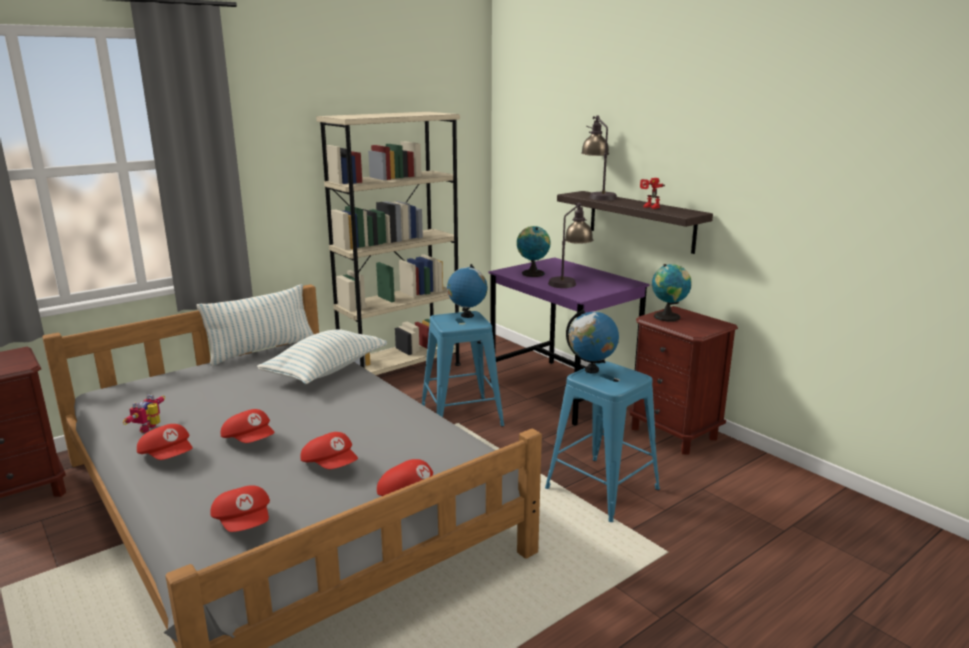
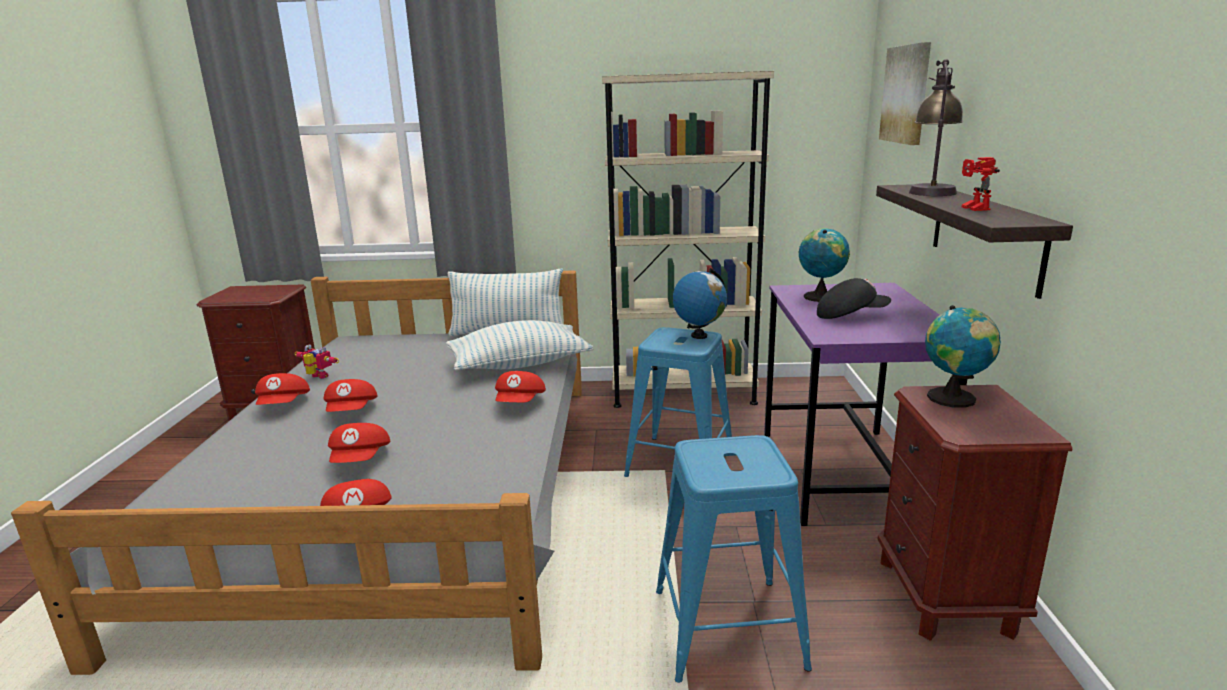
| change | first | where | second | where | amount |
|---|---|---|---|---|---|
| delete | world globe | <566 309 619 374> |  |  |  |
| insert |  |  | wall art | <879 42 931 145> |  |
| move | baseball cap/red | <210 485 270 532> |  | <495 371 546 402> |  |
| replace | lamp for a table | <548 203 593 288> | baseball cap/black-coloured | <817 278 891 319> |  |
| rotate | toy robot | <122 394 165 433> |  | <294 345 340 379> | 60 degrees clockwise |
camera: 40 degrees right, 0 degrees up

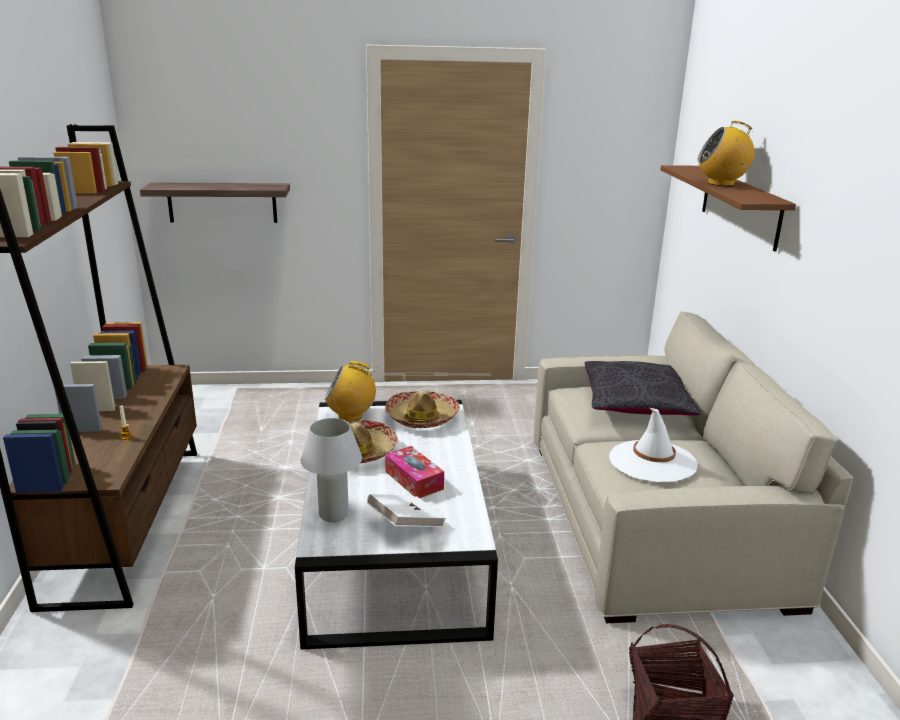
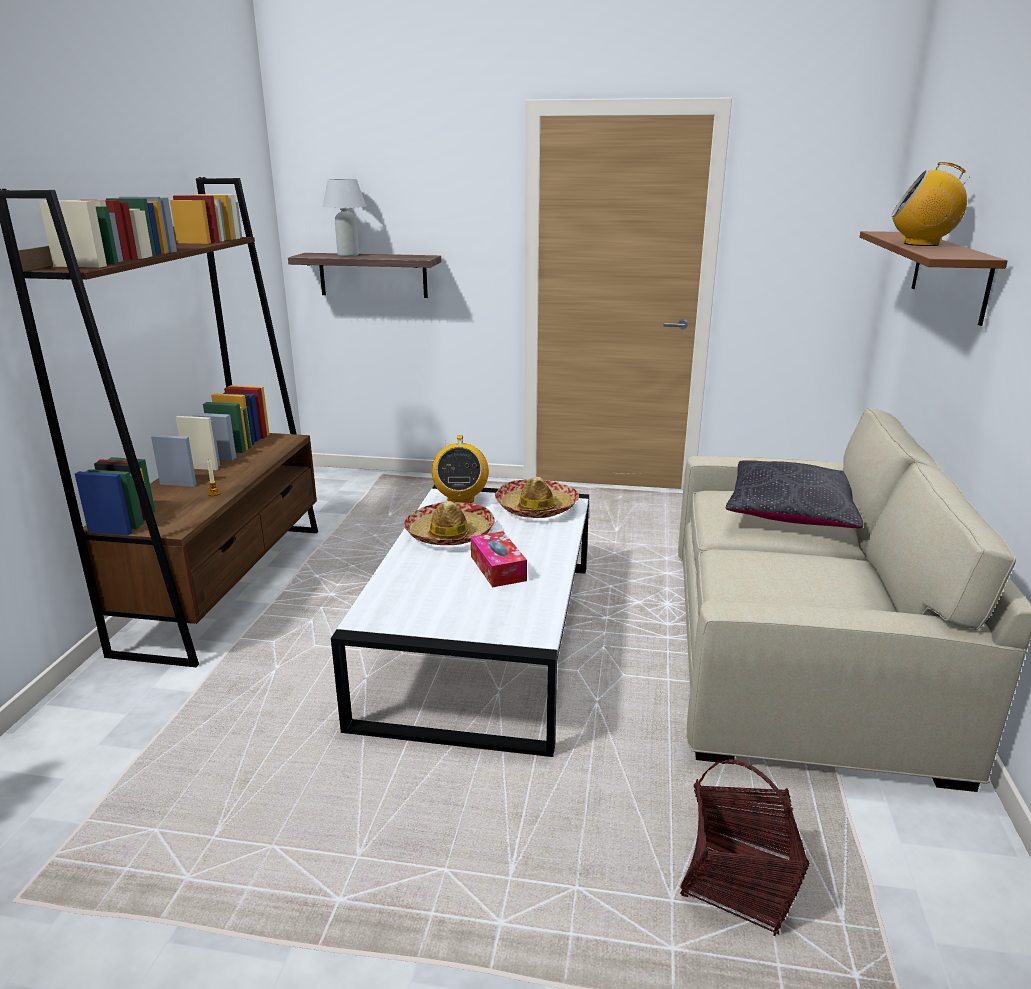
| change | first | where | second | where | amount |
|---|---|---|---|---|---|
| delete | bound book/whitish | <367 494 446 527> |  |  |  |
| delete | clothing hat/whitish | <609 408 698 482> |  |  |  |
| move | lamp for a table/whitish | <301 418 362 522> |  | <323 179 366 257> |  |
| rotate | radio | <324 361 378 421> |  | <431 436 489 503> | 105 degrees counterclockwise |
camera: 15 degrees right, 0 degrees up

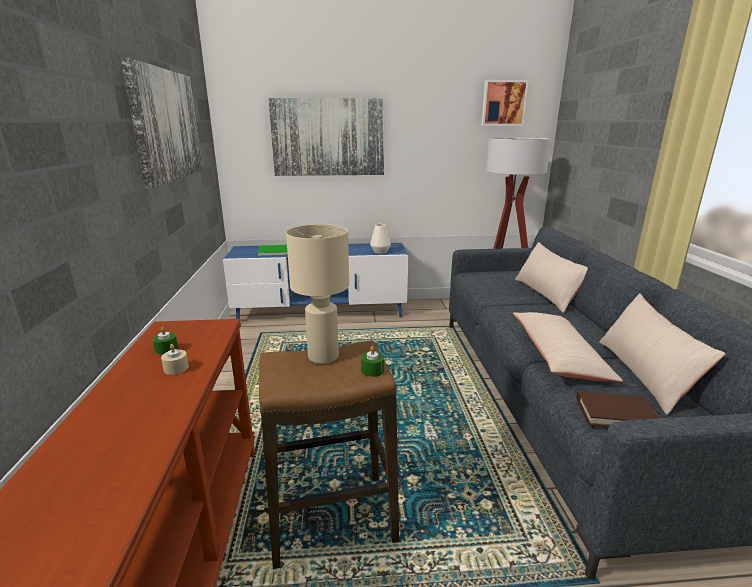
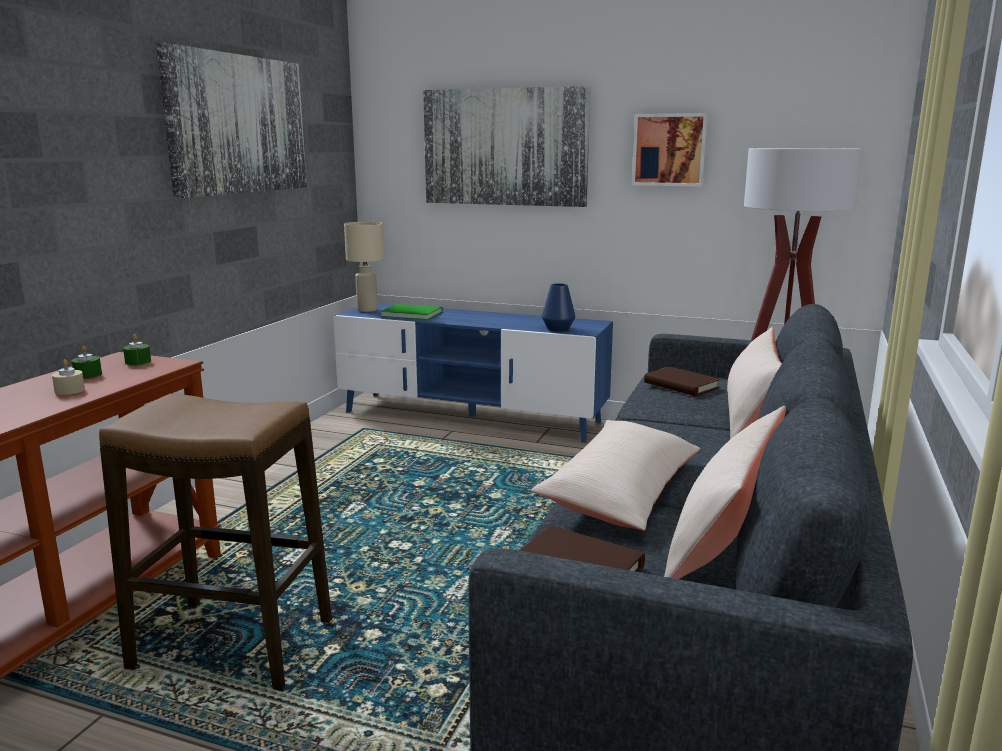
| change | first | where | second | where | amount |
|---|---|---|---|---|---|
| insert |  |  | bound book/brown | <644 366 720 396> |  |
| move | lamp for a table/beige-coloured | <286 224 349 364> |  | <344 222 384 312> |  |
| move | wax candle/green-coloured | <361 346 384 377> |  | <123 334 151 365> |  |
| move | wall art | <481 80 529 126> |  | <632 113 708 187> |  |
| recolor | decorative vase/whitish | <370 224 391 254> | decorative vase/bluish | <542 283 576 331> |  |
camera: 25 degrees right, 5 degrees down

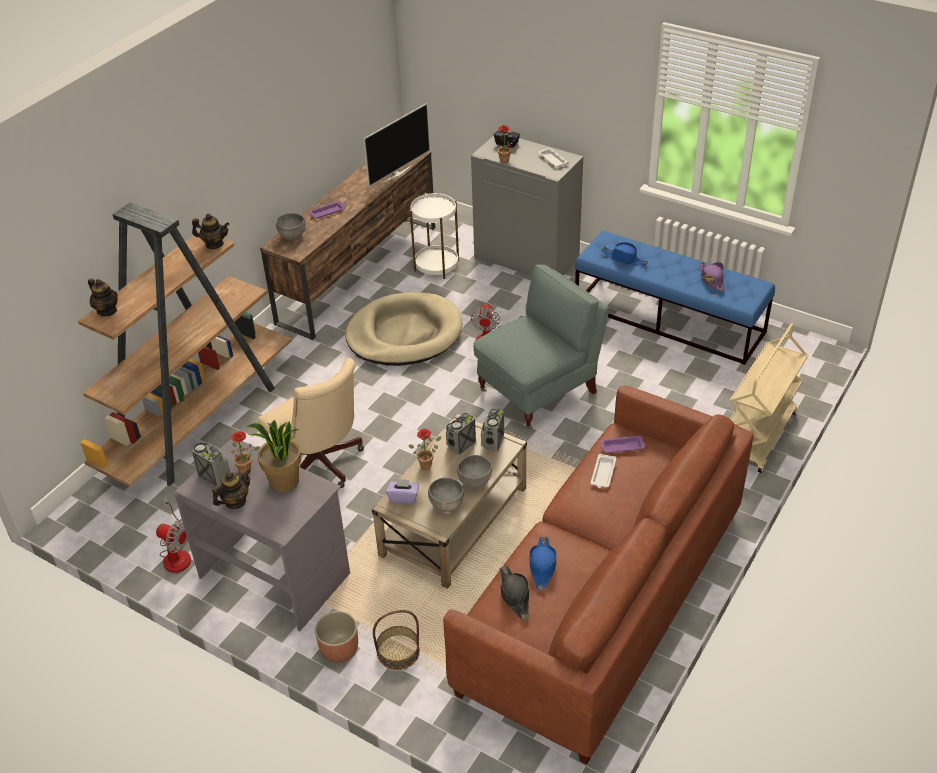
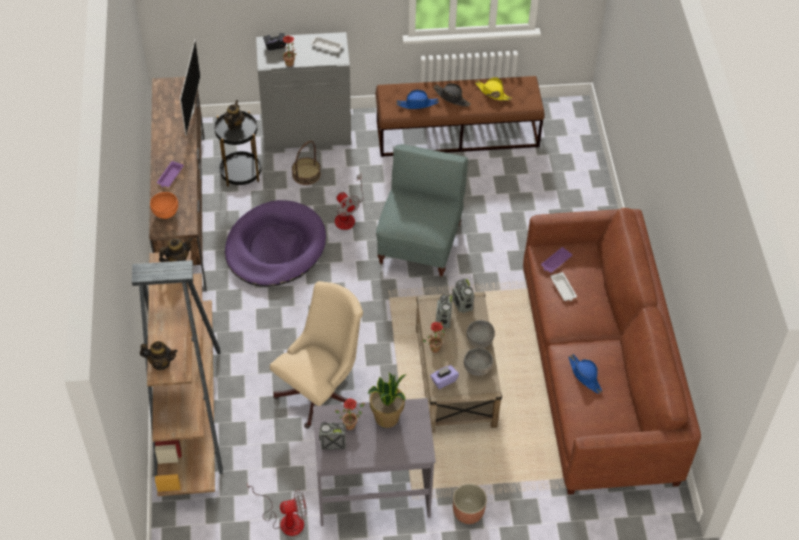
| change | first | where | second | where | amount |
|---|---|---|---|---|---|
| delete | trolley/beige-coloured | <730 323 808 473> |  |  |  |
| move | pot for tea | <212 469 250 509> |  | <223 100 245 130> |  |
| move | household basket | <373 610 420 670> |  | <292 141 321 185> |  |
| move | clothing hat/black-coloured | <500 565 529 620> |  | <433 83 471 107> |  |
| recolor | serving bowl/grey | <276 213 306 240> | serving bowl/orange-coloured | <150 192 178 219> |  |
| recolor | dog bed/beige-coloured | <345 292 462 366> | dog bed/purplish | <225 200 326 287> |  |
| recolor | accent table/whitish | <410 193 459 279> | accent table/black-coloured | <214 111 261 187> |  |
| recolor | bench/bluish | <575 231 775 365> | bench/brown | <375 76 545 157> |  |
| recolor | clothing hat/purplish | <700 262 726 290> | clothing hat/yellow | <475 77 512 101> |  |
| rotate | office chair/beige-coloured | <258 358 364 488> |  | <270 281 363 428> | 60 degrees counterclockwise |
camera: 40 degrees left, 10 degrees up

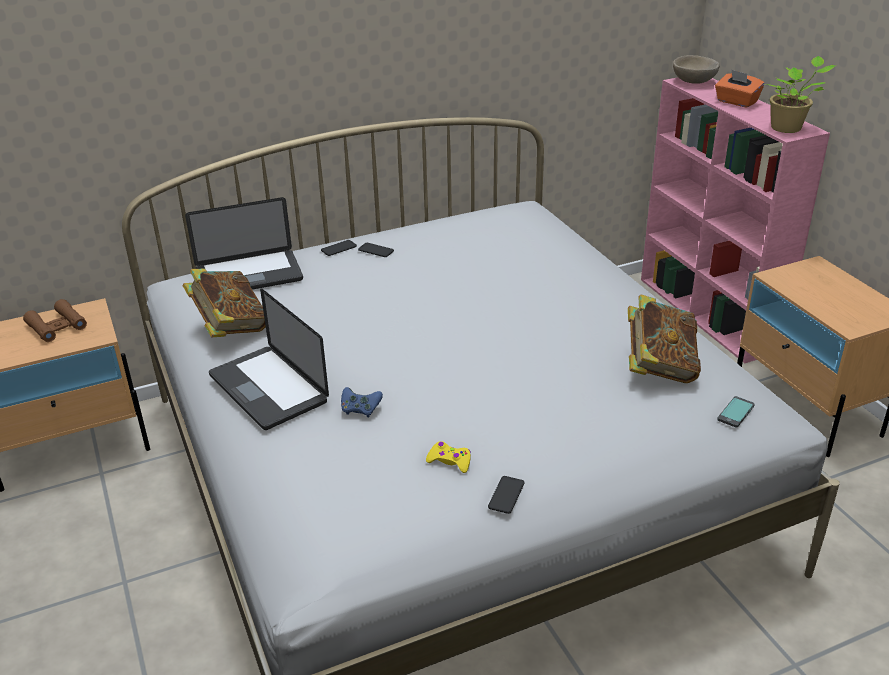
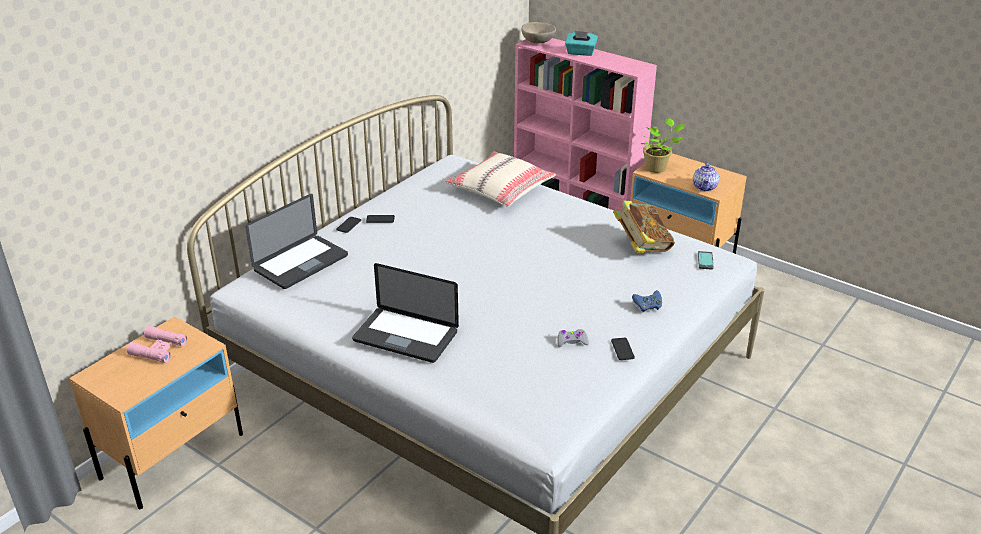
| change | first | where | second | where | amount |
|---|---|---|---|---|---|
| delete | bound book | <183 269 266 338> |  |  |  |
| insert |  |  | cushion/beige-coloured | <445 152 556 207> |  |
| insert |  |  | pot for tea | <693 162 719 191> |  |
| move | gamepad/bluish | <341 387 383 417> |  | <632 290 662 312> |  |
| move | potted plant | <765 56 835 133> |  | <641 118 685 173> |  |
| recolor | field glasses/brown | <23 299 87 342> | field glasses/pink-coloured | <126 326 187 363> |  |
| recolor | gamepad/yellow | <426 441 471 473> | gamepad/grey | <557 329 589 347> |  |
| recolor | tissue holder/orange-coloured | <715 70 765 108> | tissue holder/blue-green | <565 31 598 56> |  |
camera: 30 degrees left, 0 degrees up

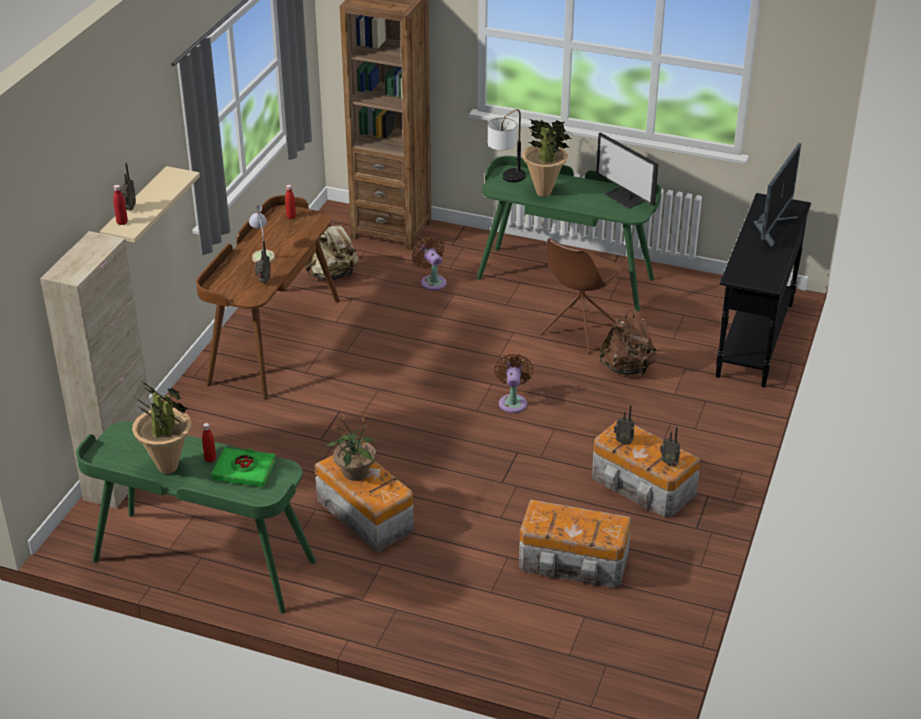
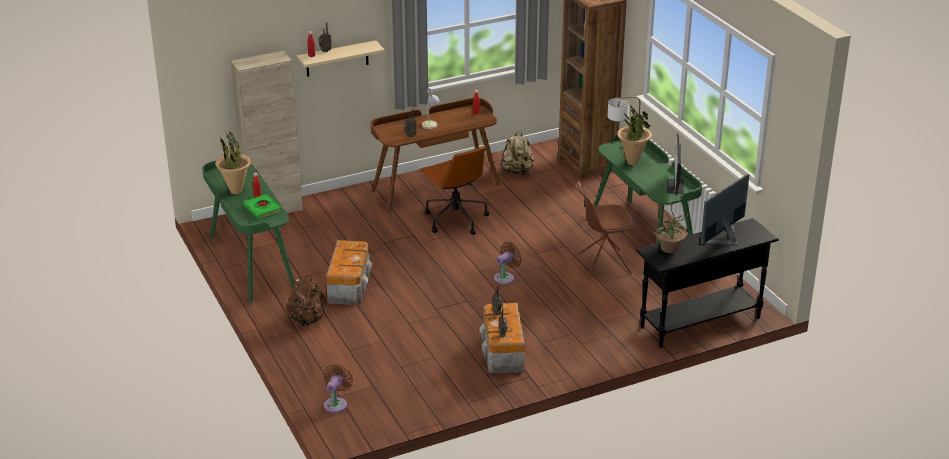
| change | first | where | second | where | amount |
|---|---|---|---|---|---|
| delete | storage bin | <519 499 632 588> |  |  |  |
| insert |  |  | office chair/brown | <419 146 489 235> |  |
| move | potted plant | <326 414 376 481> |  | <653 203 689 253> |  |
| move | cooling fan/brown | <412 236 447 290> |  | <323 364 353 413> |  |
| move | rucksack/brown | <599 310 657 376> |  | <286 275 326 326> |  |
| rotate | computer screen | <753 143 802 248> |  | <701 174 749 245> | 150 degrees clockwise |
camera: 45 degrees right, 5 degrees down

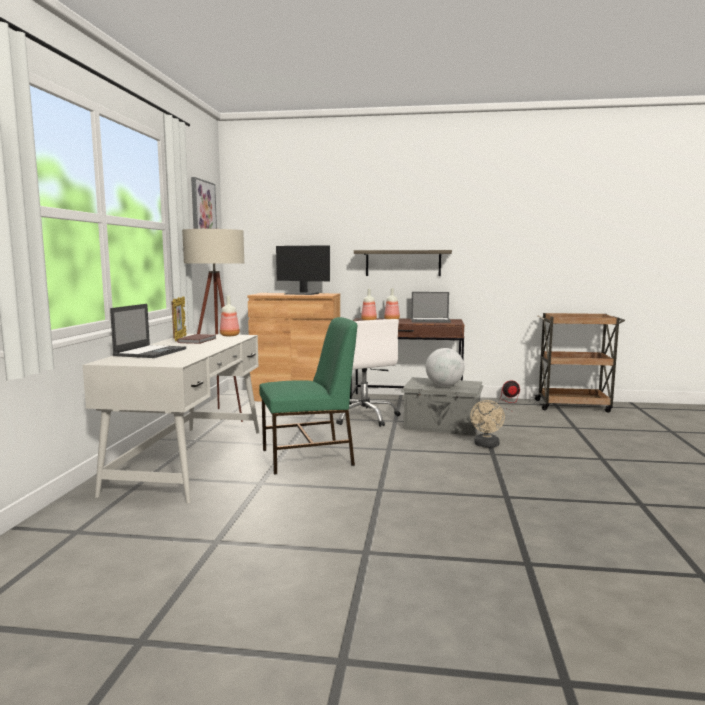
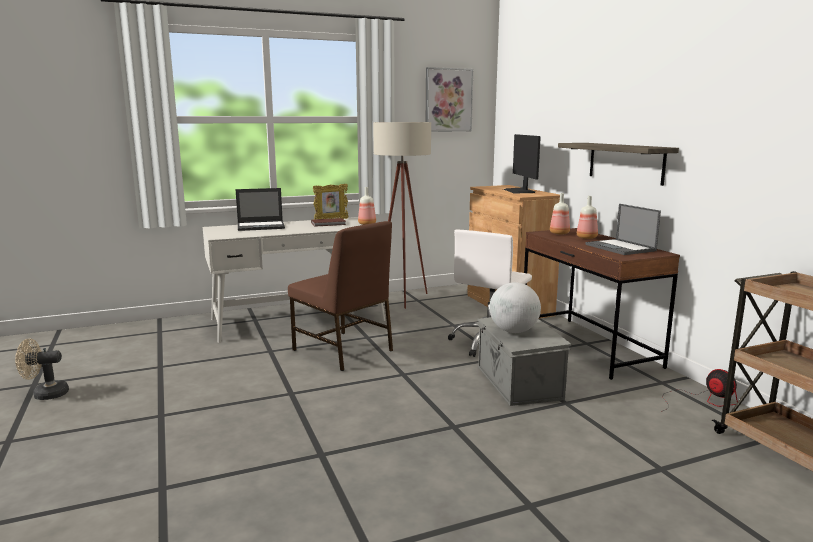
| change | first | where | second | where | amount |
|---|---|---|---|---|---|
| move | cooling fan/beige-coloured | <470 400 505 447> |  | <15 339 69 400> |  |
| recolor | chair/green-coloured | <259 317 358 475> | chair/brown | <288 221 393 371> |  |
camera: 60 degrees right, 5 degrees up

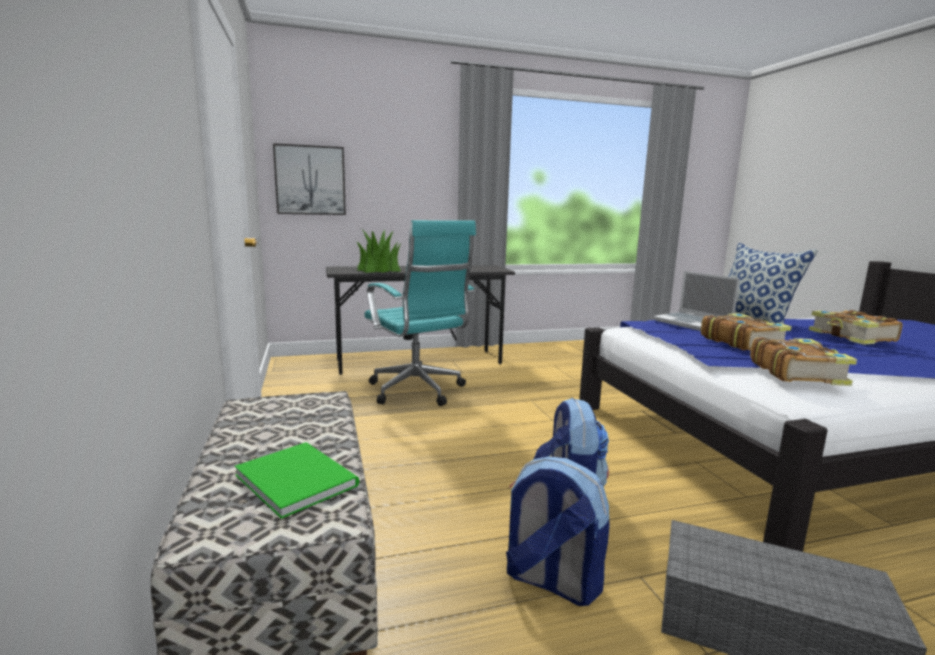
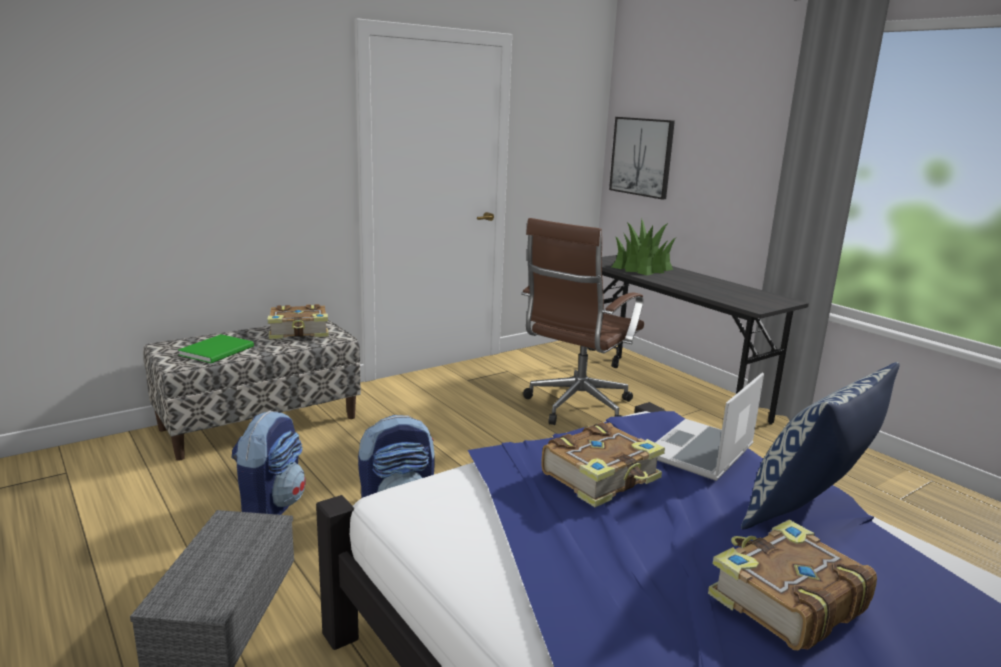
| change | first | where | second | where | amount |
|---|---|---|---|---|---|
| move | bound book | <750 337 857 386> |  | <268 304 329 339> |  |
| recolor | office chair/blue-green | <364 220 476 406> | office chair/brown | <521 218 644 425> |  |
camera: 70 degrees right, 5 degrees up

